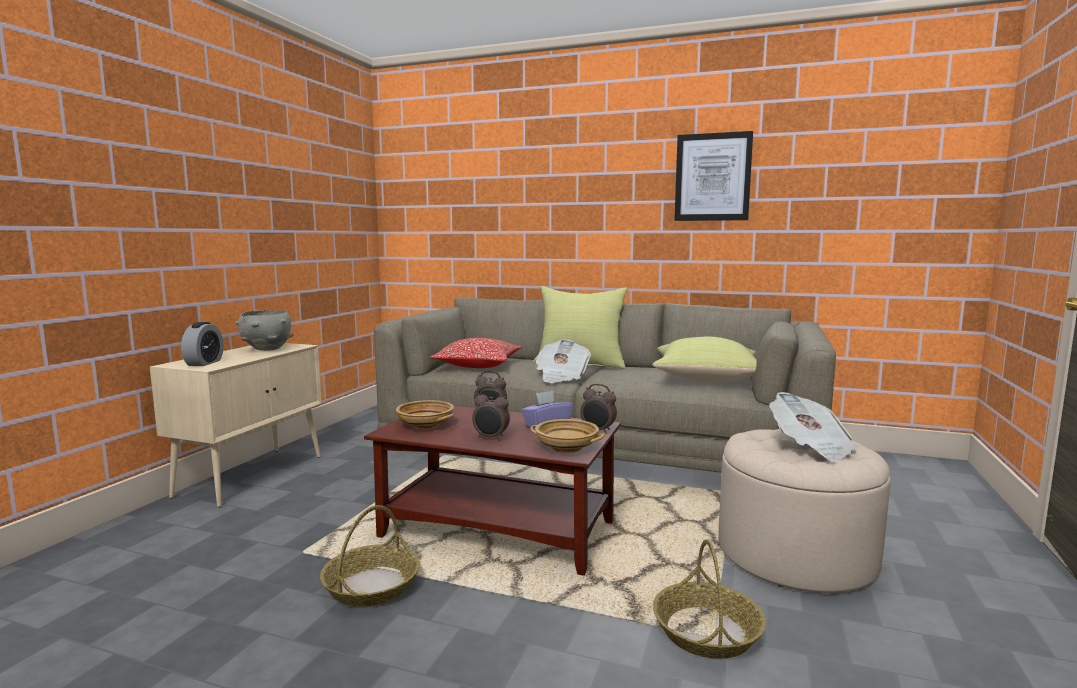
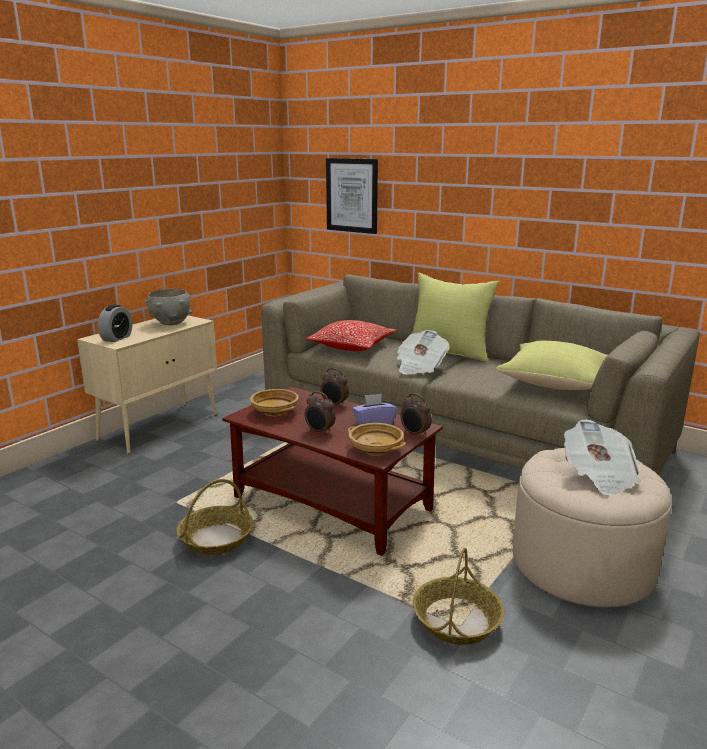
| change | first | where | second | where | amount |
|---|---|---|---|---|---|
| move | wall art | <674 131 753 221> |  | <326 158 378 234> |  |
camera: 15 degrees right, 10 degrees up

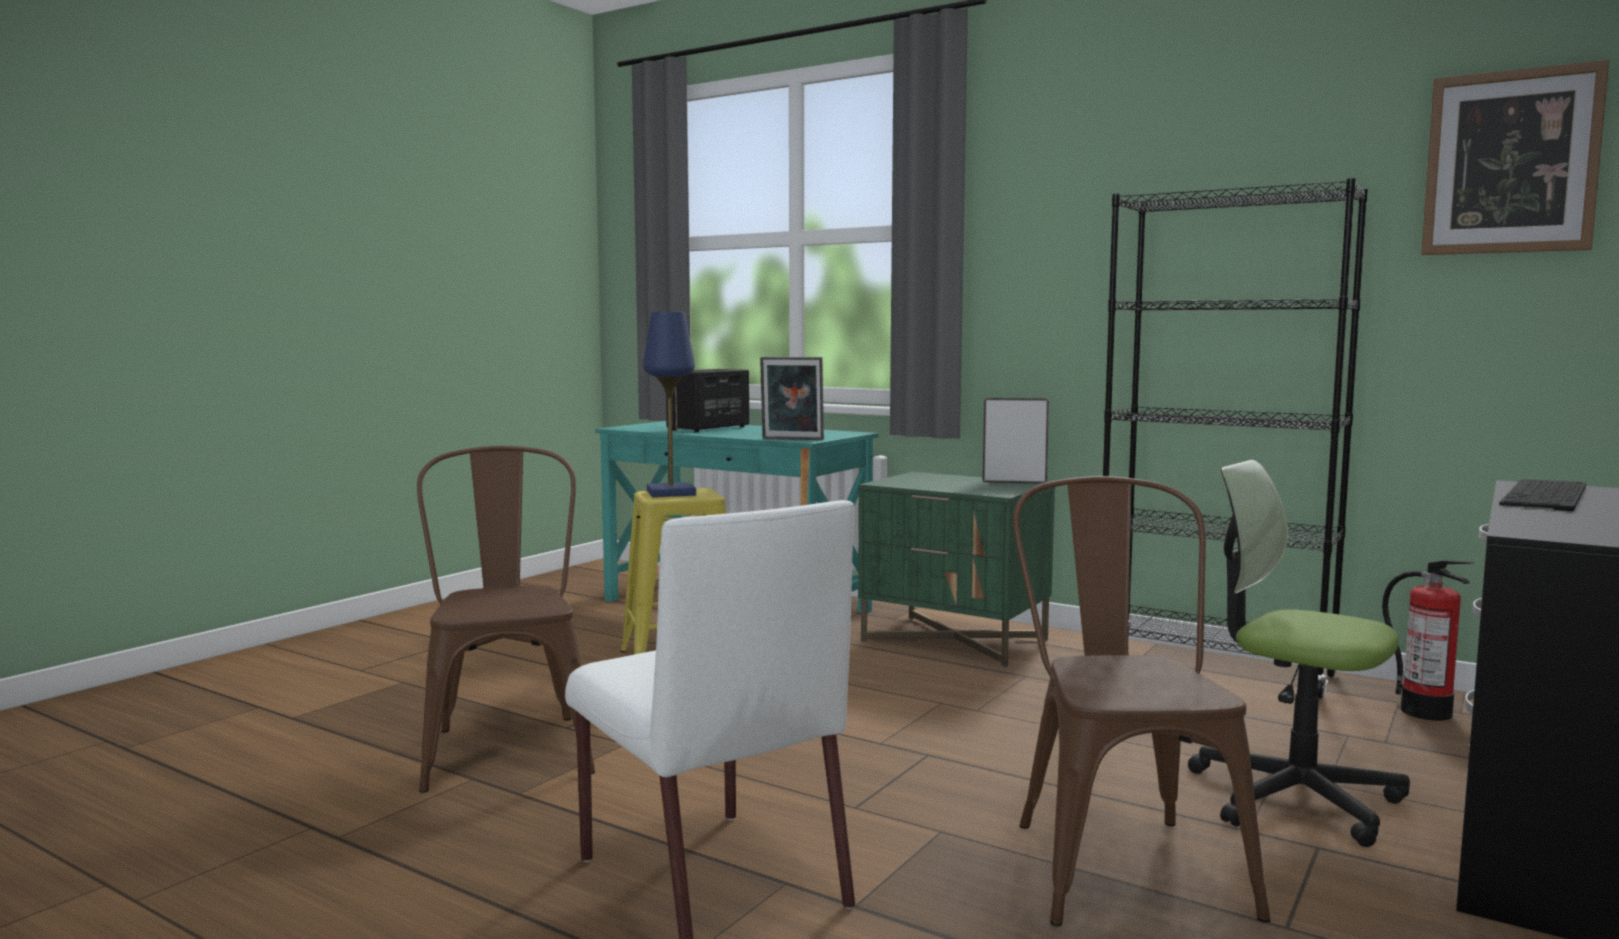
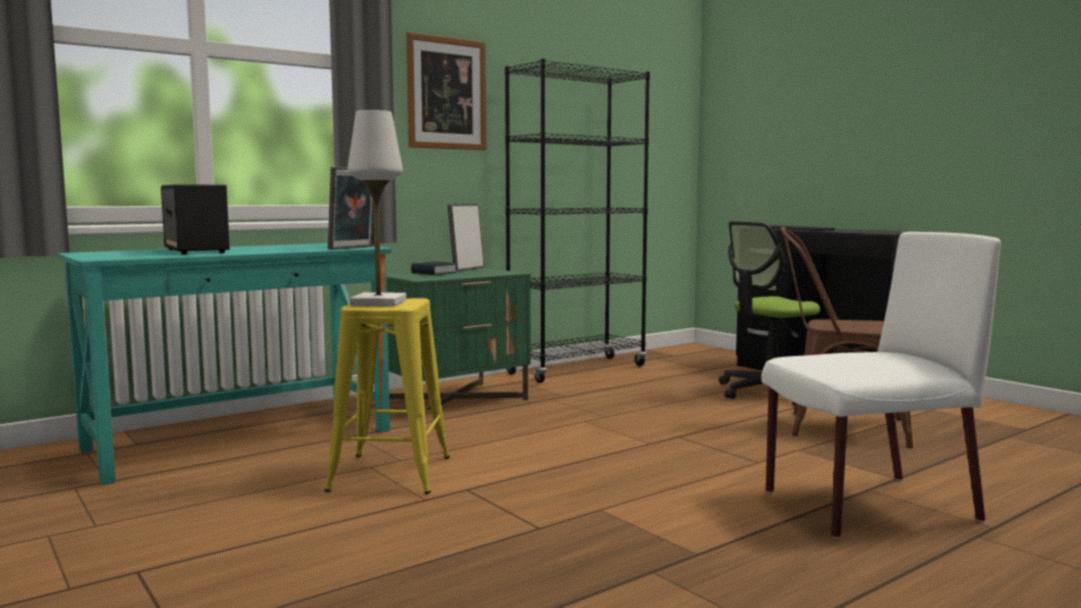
| change | first | where | second | where | amount |
|---|---|---|---|---|---|
| delete | chair/brown | <417 446 595 793> |  |  |  |
| delete | extinguisher | <1382 560 1474 721> |  |  |  |
| insert |  |  | bound book | <411 261 457 275> |  |
| move | wall art | <1421 60 1609 255> |  | <406 32 486 150> |  |
| recolor | lamp for a table/bluish | <643 312 696 497> | lamp for a table/whitish | <348 110 406 306> |  |
camera: 70 degrees left, 0 degrees up

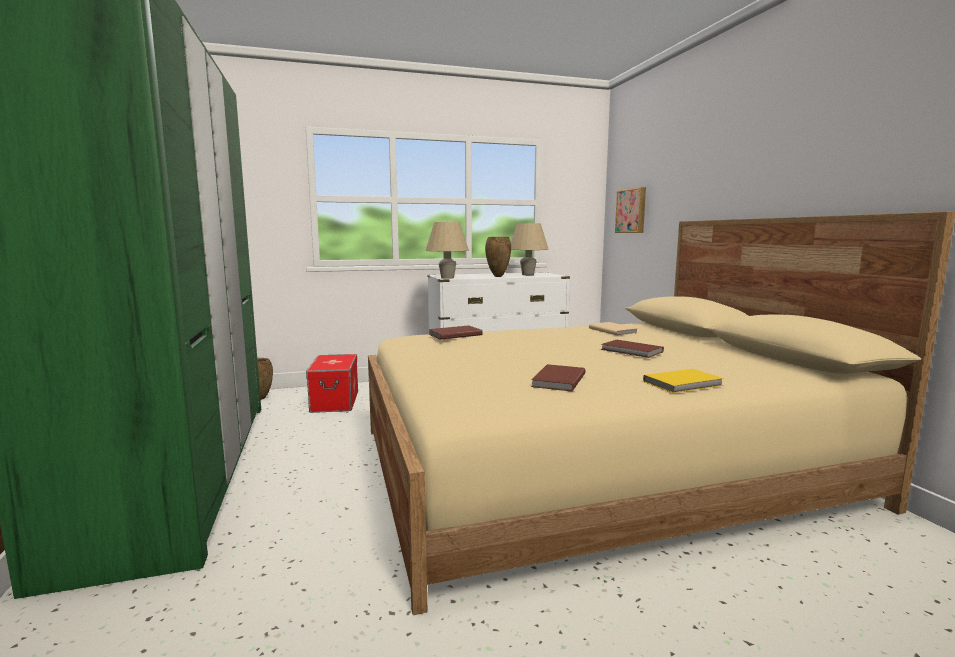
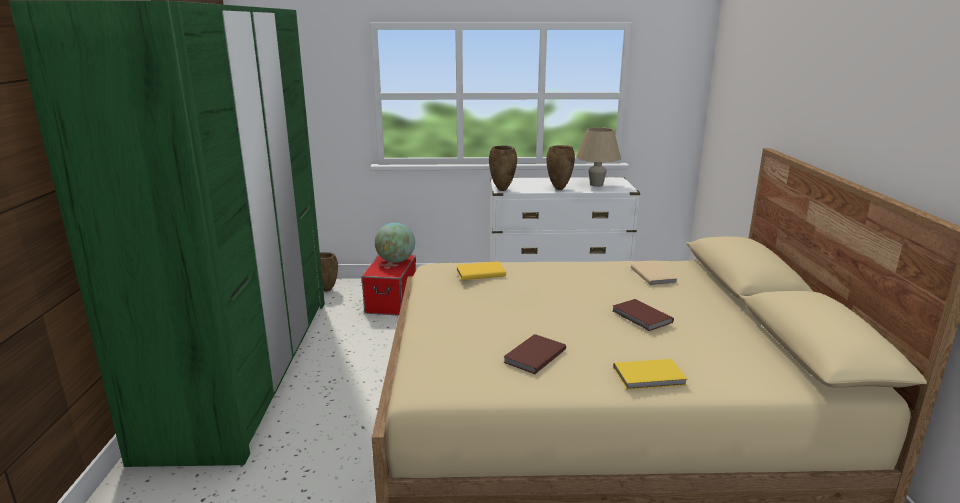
| change | first | where | second | where | amount |
|---|---|---|---|---|---|
| delete | wall art | <615 187 646 233> |  |  |  |
| insert |  |  | world globe | <375 223 415 263> |  |
| replace | lamp for a table/beige-coloured | <426 222 469 279> | decorative vase/brown | <489 145 517 191> |  |
| recolor | bound book/brown | <428 325 483 340> | bound book/yellow | <456 261 506 280> |  |
camera: 15 degrees right, 10 degrees up

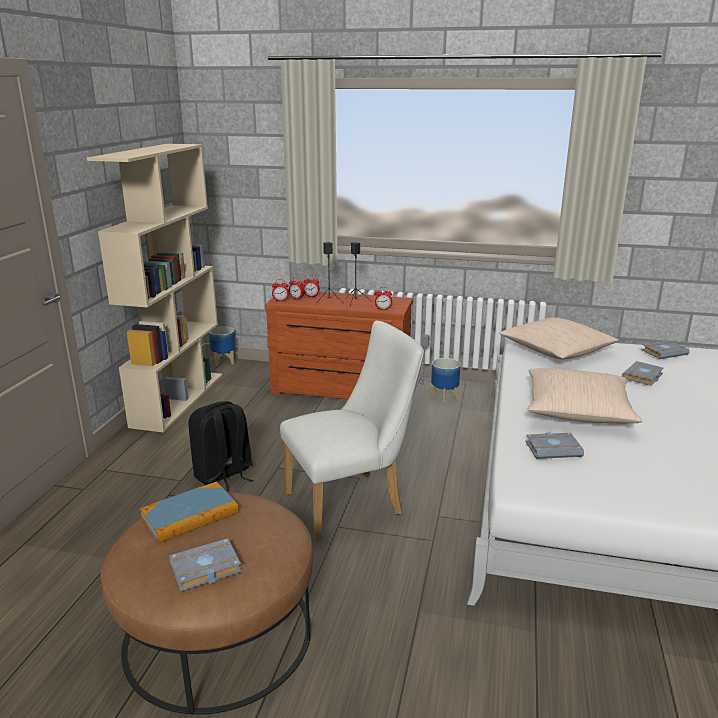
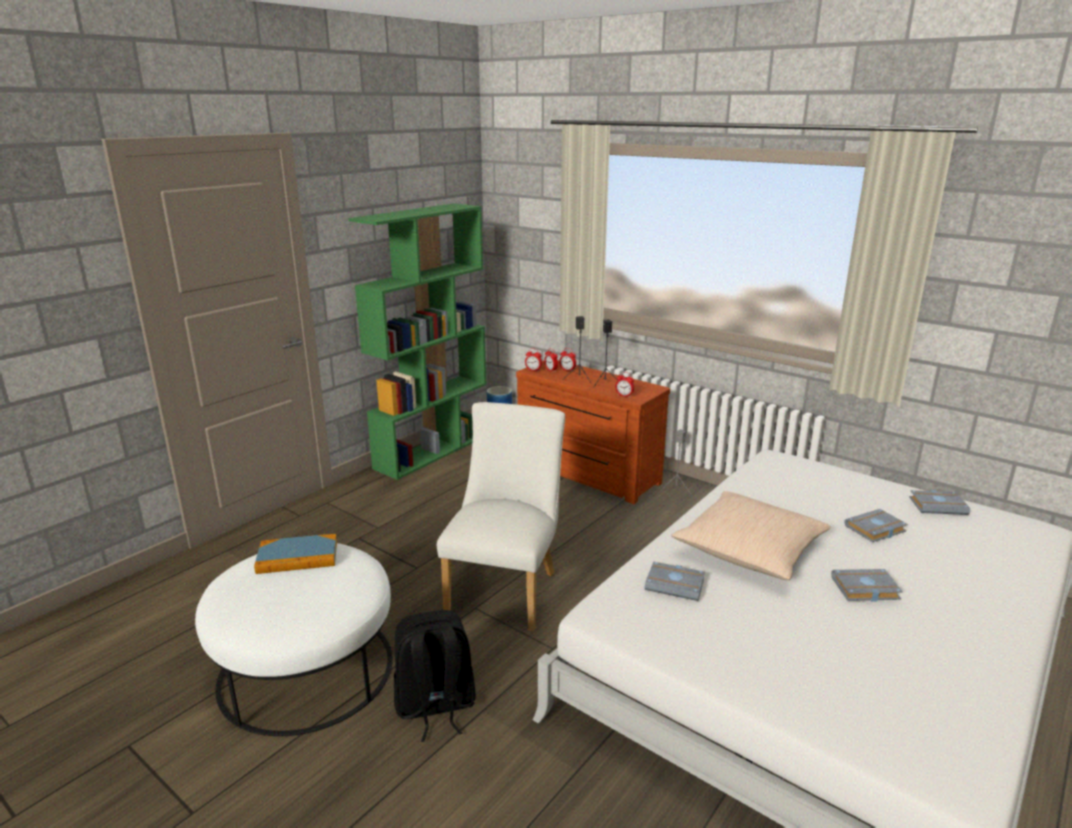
| change | first | where | second | where | amount |
|---|---|---|---|---|---|
| delete | flower pot | <430 358 461 404> |  |  |  |
| delete | cushion/beige-coloured | <499 317 619 359> |  |  |  |
| move | bound book/grey | <169 538 242 591> |  | <831 569 903 602> |  |
| move | rucksack/black-coloured | <189 401 253 491> |  | <394 610 476 742> |  |
| recolor | bookcase/beige-coloured | <87 144 222 432> | bookcase/green-coloured | <348 203 486 480> |  |
| recolor | footrest/brown | <101 492 313 715> | footrest/whitish | <195 543 393 736> |  |
| rotate | chair/whitish | <280 321 424 541> |  | <437 402 565 631> | 75 degrees counterclockwise |
camera: 25 degrees right, 0 degrees up

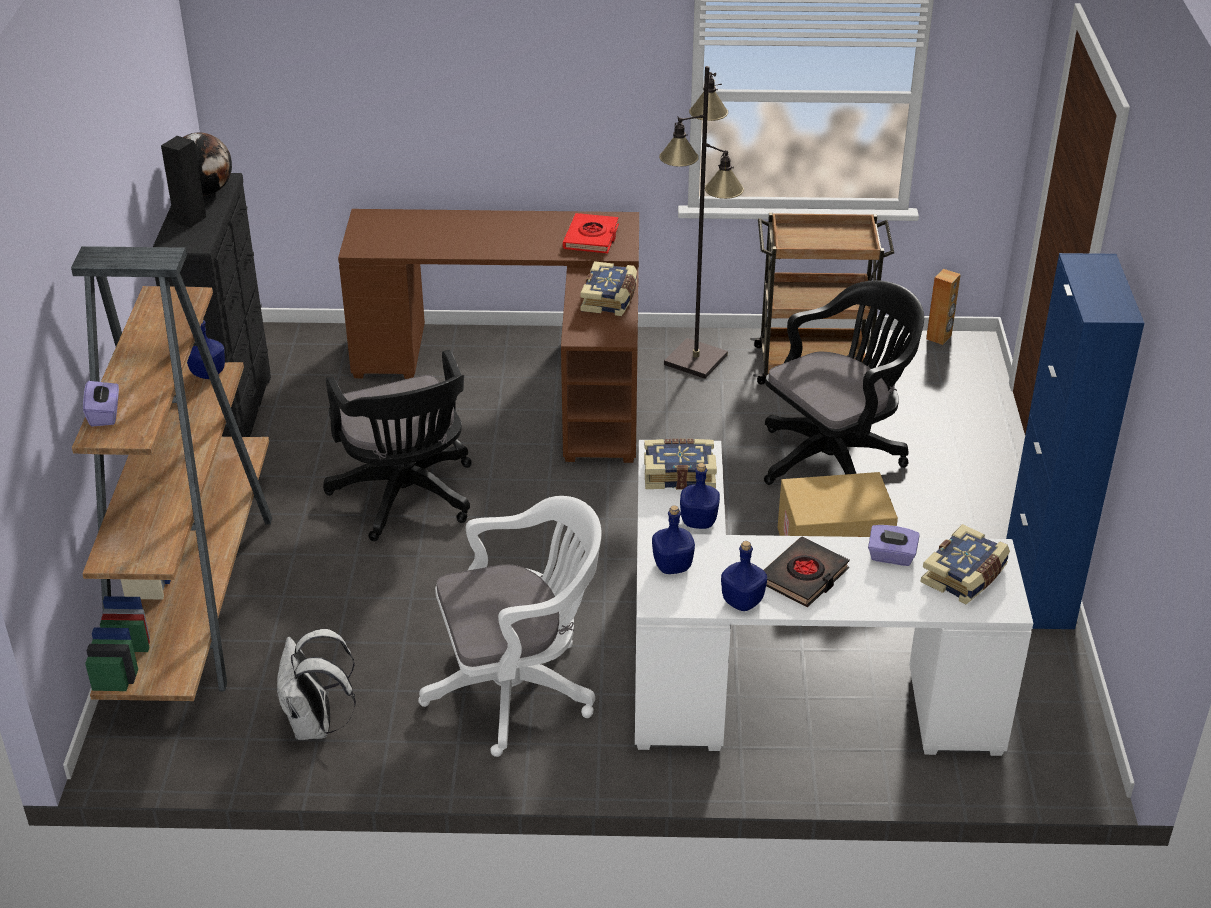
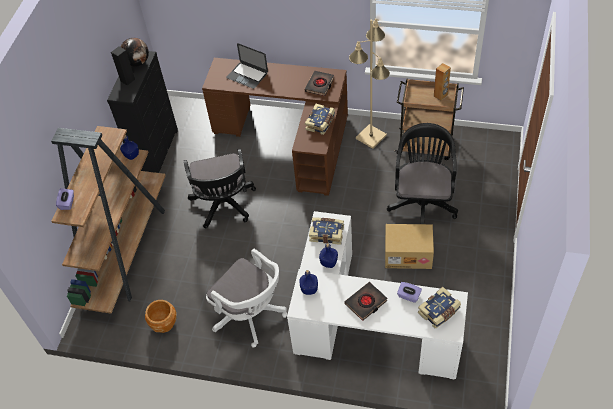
| change | first | where | second | where | amount |
|---|---|---|---|---|---|
| delete | bottle/bluish | <721 541 767 611> |  |  |  |
| delete | cupboard/bluish | <1006 253 1144 629> |  |  |  |
| insert |  |  | laptop | <226 43 268 89> |  |
| move | speaker/brown | <926 269 961 345> |  | <434 63 451 101> |  |
| replace | rucksack/whitish | <276 629 356 740> | flower pot/brown | <145 300 177 333> |  |
| recolor | bound book/red | <563 213 619 253> | bound book/black-coloured | <305 71 335 96> |  |
| recolor | standard lamp/black-coloured | <659 66 744 379> | standard lamp/beige-coloured | <349 18 390 149> |  |
| rotate | office chair/whitish | <418 496 601 757> |  | <206 249 287 348> | 45 degrees clockwise |
| rotate | office chair/black-coloured | <764 280 924 485> |  | <387 123 458 224> | 60 degrees counterclockwise |
camera: 15 degrees right, 15 degrees up

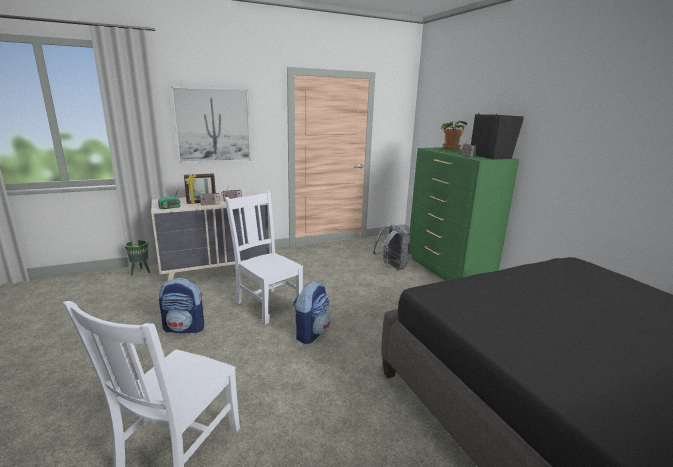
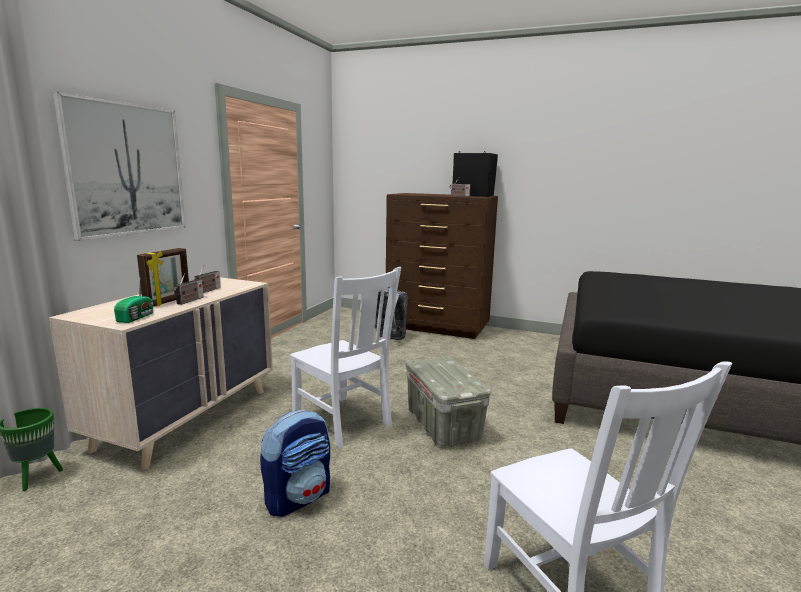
| change | first | where | second | where | amount |
|---|---|---|---|---|---|
| delete | potted plant | <441 121 467 150> |  |  |  |
| replace | rucksack | <293 282 330 344> | storage bin/grey | <406 356 491 447> |  |
| recolor | drawer chest/green-coloured | <408 147 519 281> | drawer chest/brown | <386 193 498 339> |  |
| rotate | chair/whitish | <225 191 303 325> |  | <290 267 401 449> | 135 degrees counterclockwise |
camera: 45 degrees left, 5 degrees down

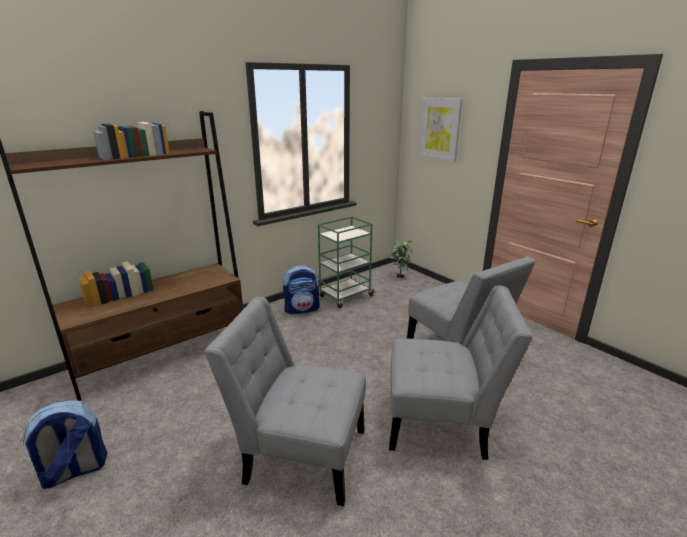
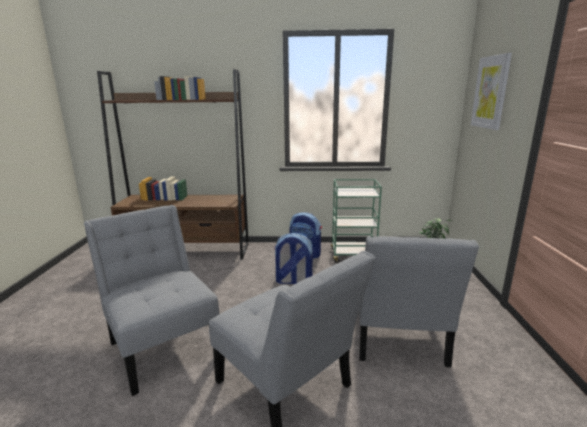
| change | first | where | second | where | amount |
|---|---|---|---|---|---|
| move | rucksack | <20 400 107 489> |  | <273 233 313 284> |  |
camera: 40 degrees right, 5 degrees down

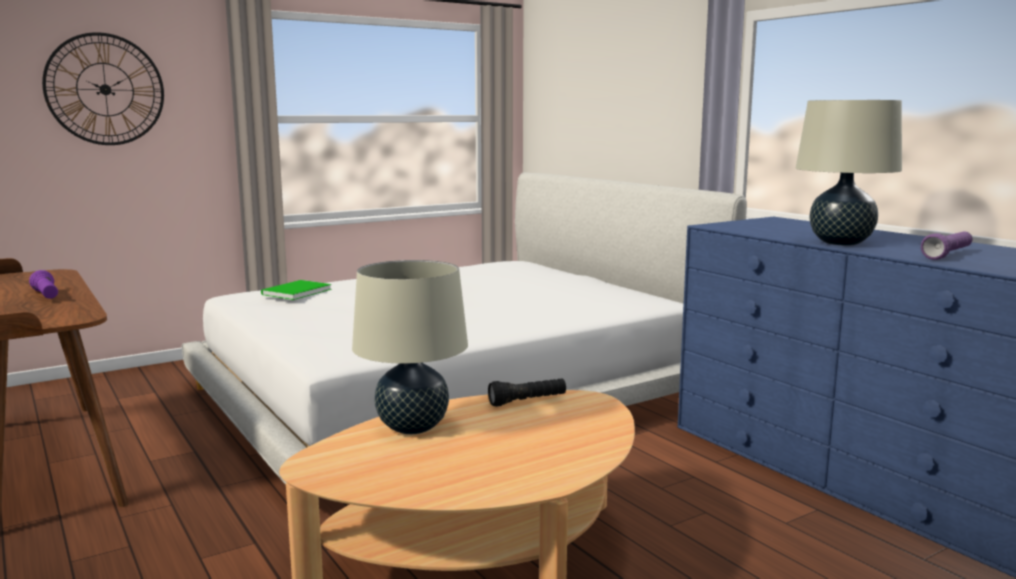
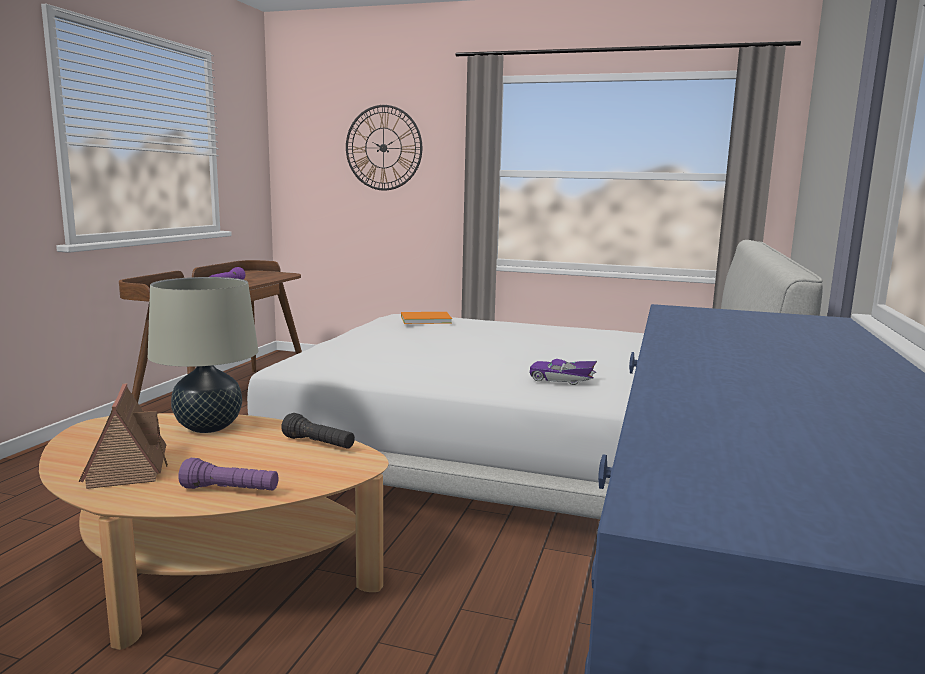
| change | first | where | second | where | amount |
|---|---|---|---|---|---|
| delete | lamp for a table/beige-coloured | <796 100 902 246> |  |  |  |
| insert |  |  | miniature house | <79 384 168 489> |  |
| insert |  |  | model car/purplish | <529 359 597 385> |  |
| move | flashlight/purplish | <921 232 973 260> |  | <178 458 279 490> |  |
| recolor | bound book/green-coloured | <261 280 332 300> | bound book/orange-coloured | <401 312 452 324> |  |
camera: 50 degrees right, 0 degrees up

